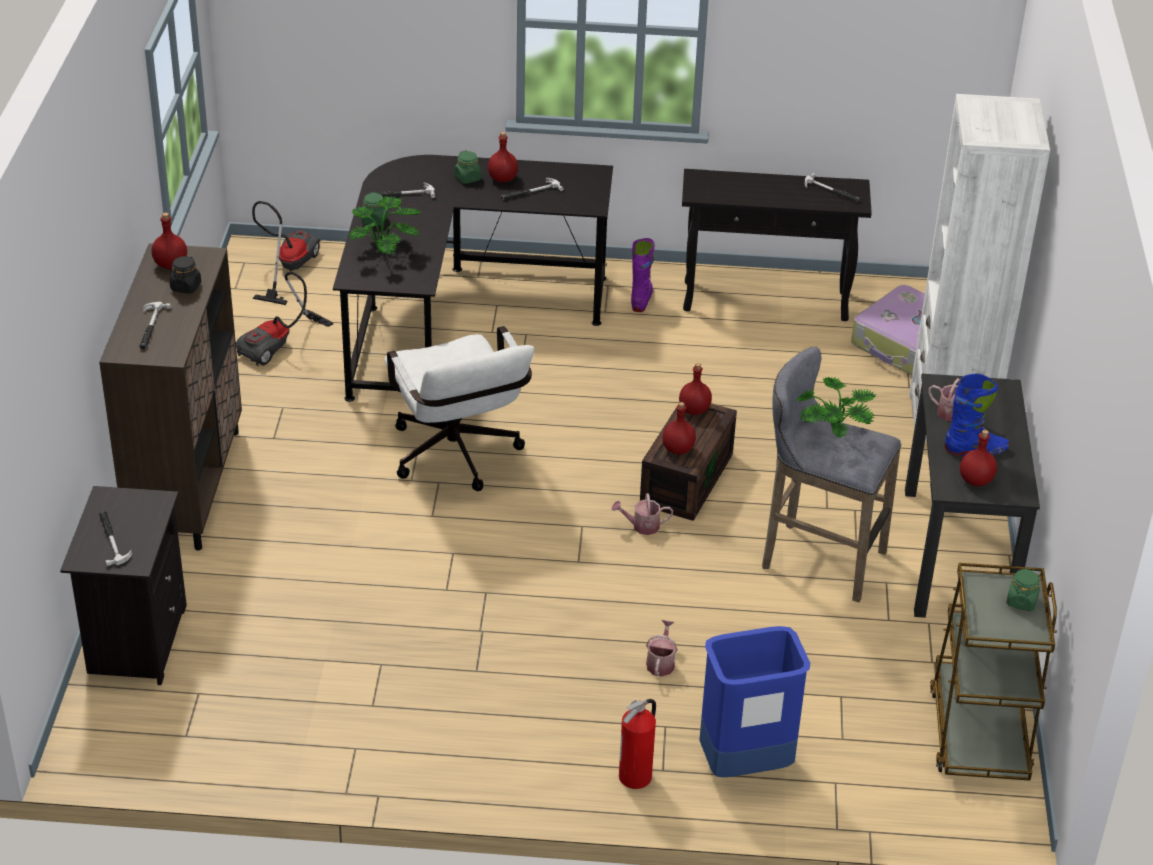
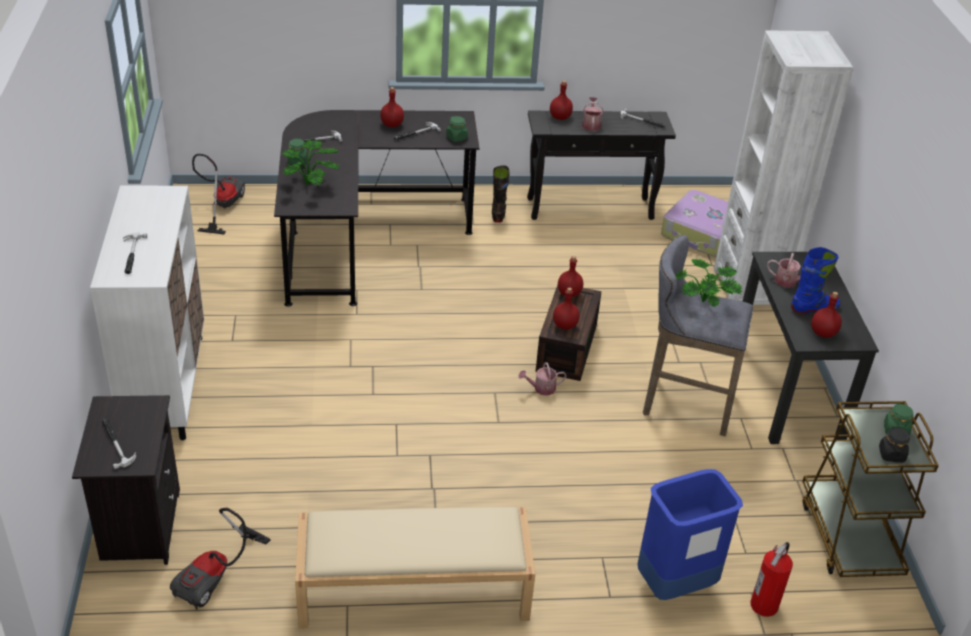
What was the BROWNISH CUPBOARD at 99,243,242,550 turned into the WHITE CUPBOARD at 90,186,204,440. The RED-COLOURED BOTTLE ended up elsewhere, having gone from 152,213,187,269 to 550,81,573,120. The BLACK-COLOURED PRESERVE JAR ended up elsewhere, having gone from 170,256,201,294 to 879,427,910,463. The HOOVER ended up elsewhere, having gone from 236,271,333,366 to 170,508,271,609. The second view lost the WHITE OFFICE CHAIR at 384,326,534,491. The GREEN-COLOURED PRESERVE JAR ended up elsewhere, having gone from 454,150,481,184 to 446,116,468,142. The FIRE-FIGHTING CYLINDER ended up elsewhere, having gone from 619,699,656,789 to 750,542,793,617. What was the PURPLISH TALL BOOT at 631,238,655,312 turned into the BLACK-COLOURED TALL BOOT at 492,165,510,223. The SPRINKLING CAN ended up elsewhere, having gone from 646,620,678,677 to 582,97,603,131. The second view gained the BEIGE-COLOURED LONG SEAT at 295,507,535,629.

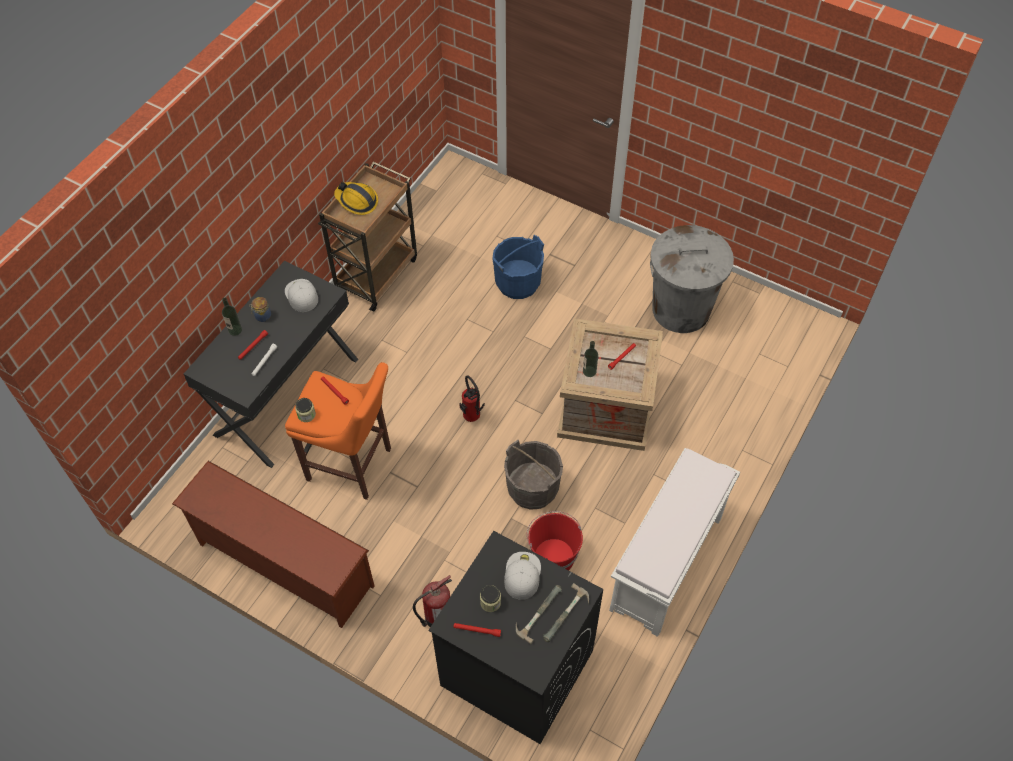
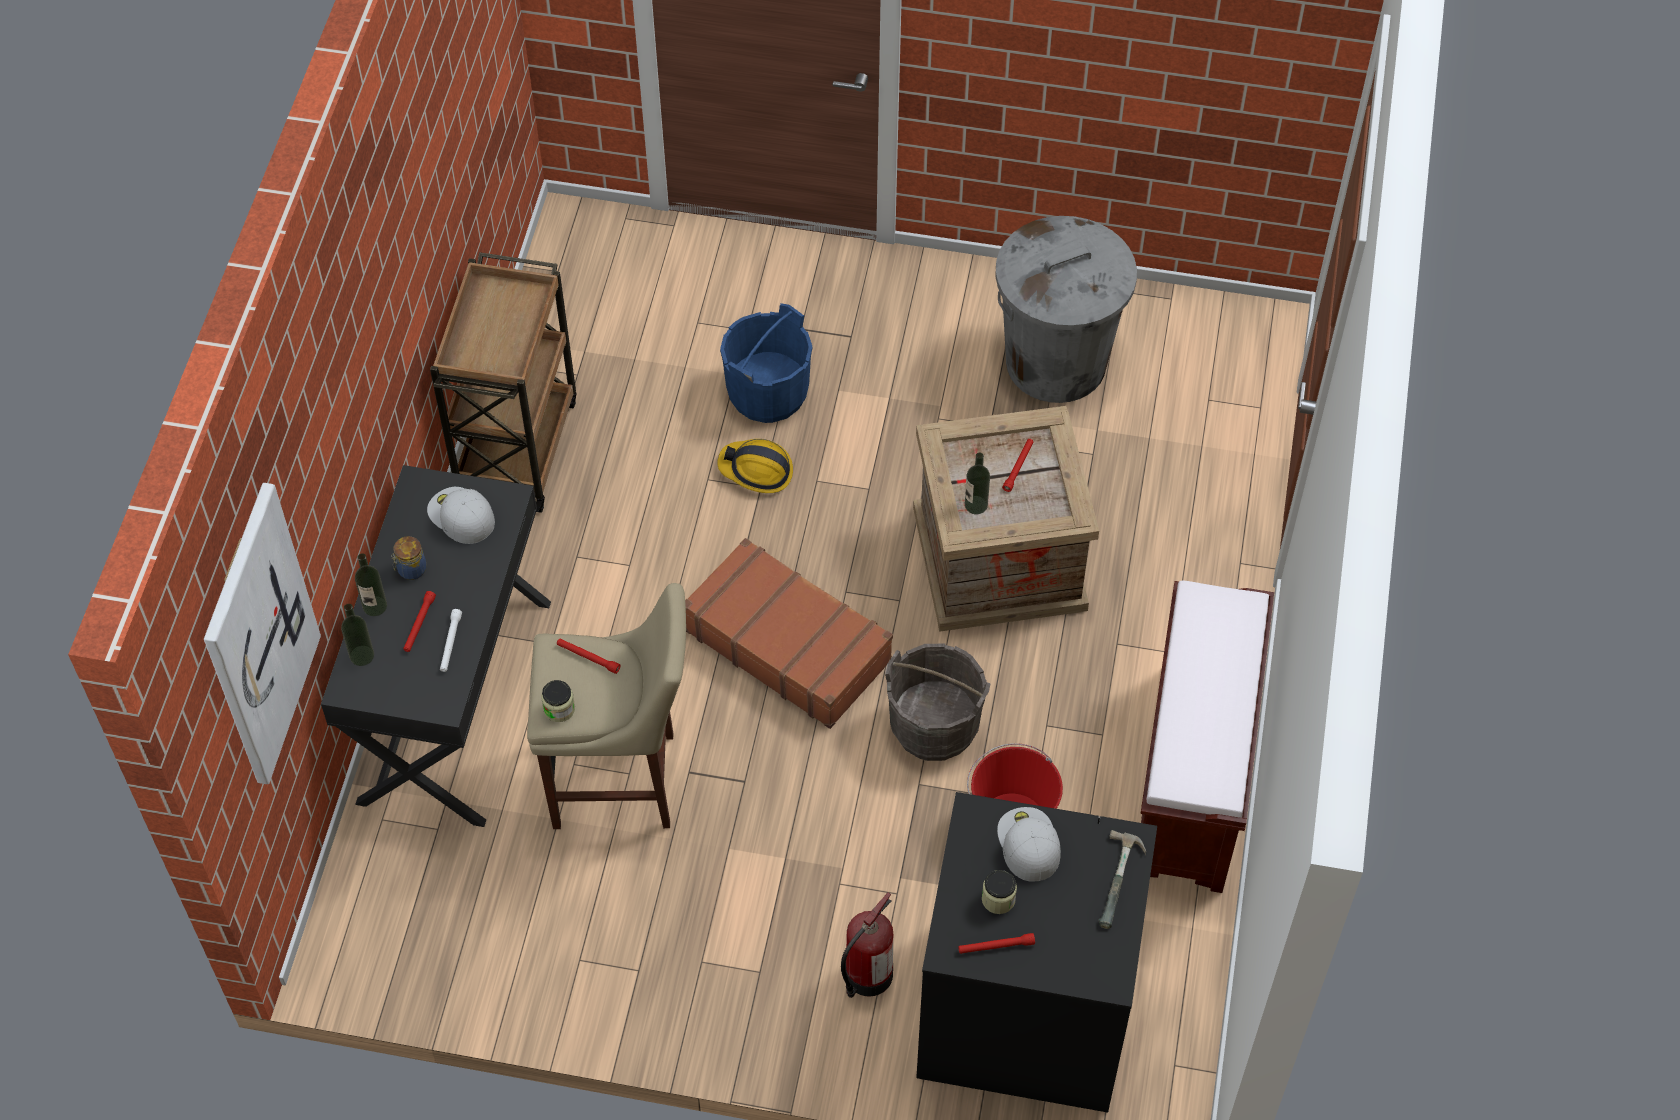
The second view lost the BROWNISH SHOE SHELF at 172,461,375,628. What was the ORANGE SITTING STOOL at 285,362,391,500 turned into the BEIGE-COLOURED SITTING STOOL at 527,583,686,829. The WORK HELMET ended up elsewhere, having gone from 334,182,378,215 to 717,439,793,493. Where the FIRE-FIGHTING CYLINDER stood at 459,375,485,422, the BROWNISH PIECE OF LUGGAGE came to stand at 685,538,893,729. The second view lost the HAMMER at 516,585,562,644. What was the WHITE LONG SEAT at 609,448,740,637 turned into the BROWNISH LONG SEAT at 1141,580,1274,893. The second view gained the WALL ART at 204,483,321,784. The second view gained the BOTTLE at 341,604,374,666.

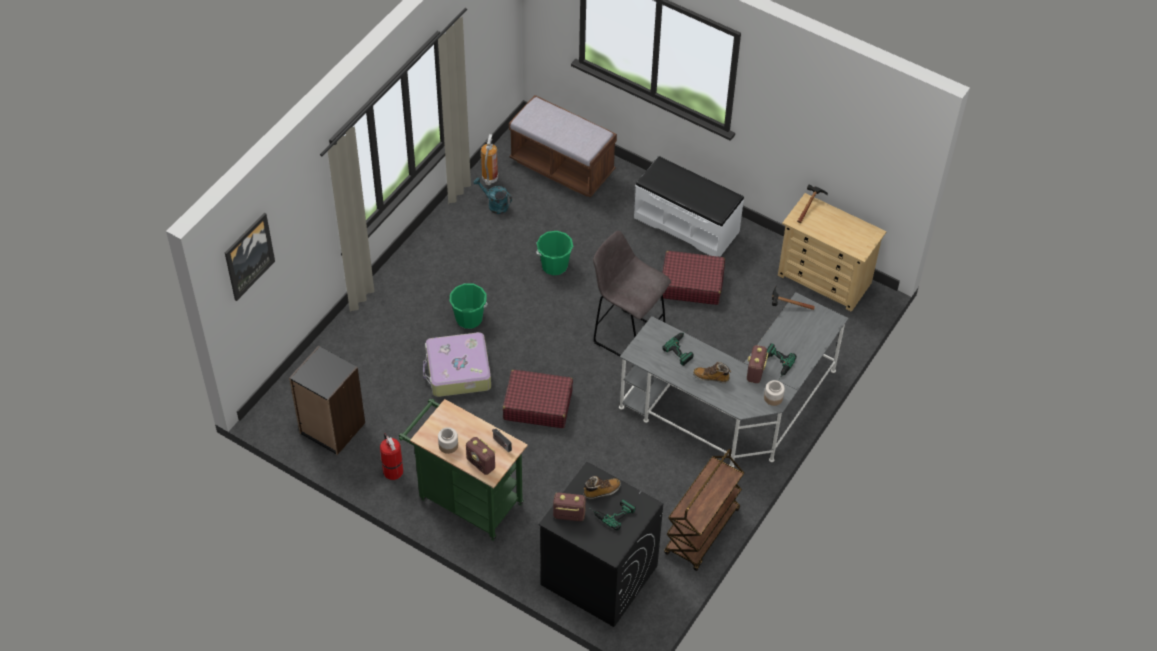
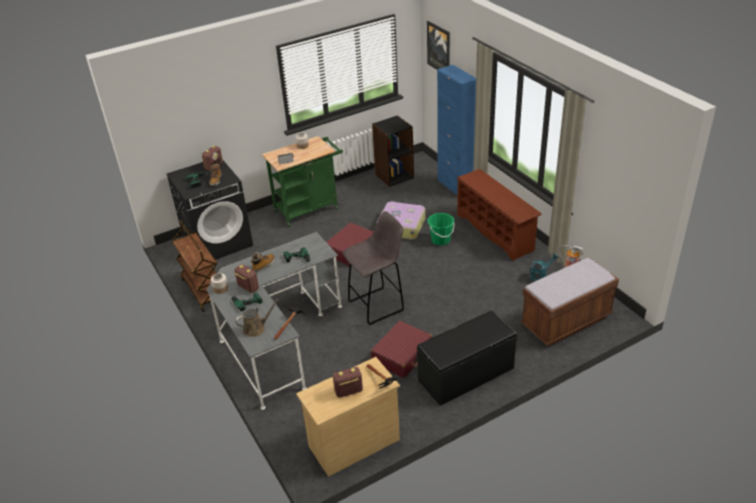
The second view lost the FIRE-FIGHTING CYLINDER at 380,433,403,480. The RADIO ended up elsewhere, having gone from 466,437,496,475 to 333,367,363,398. The second view lost the GREEN-COLOURED WATER BUCKET at 536,231,573,276. What was the WHITE LONG SEAT at 634,156,744,257 turned into the BLACK-COLOURED LONG SEAT at 417,311,517,406. The second view gained the BROWNISH SPRINKLING CAN at 235,299,279,337. The second view gained the BLUE-COLOURED CUPBOARD at 437,65,476,196. The second view gained the BROWNISH SHOE SHELF at 457,169,542,261.

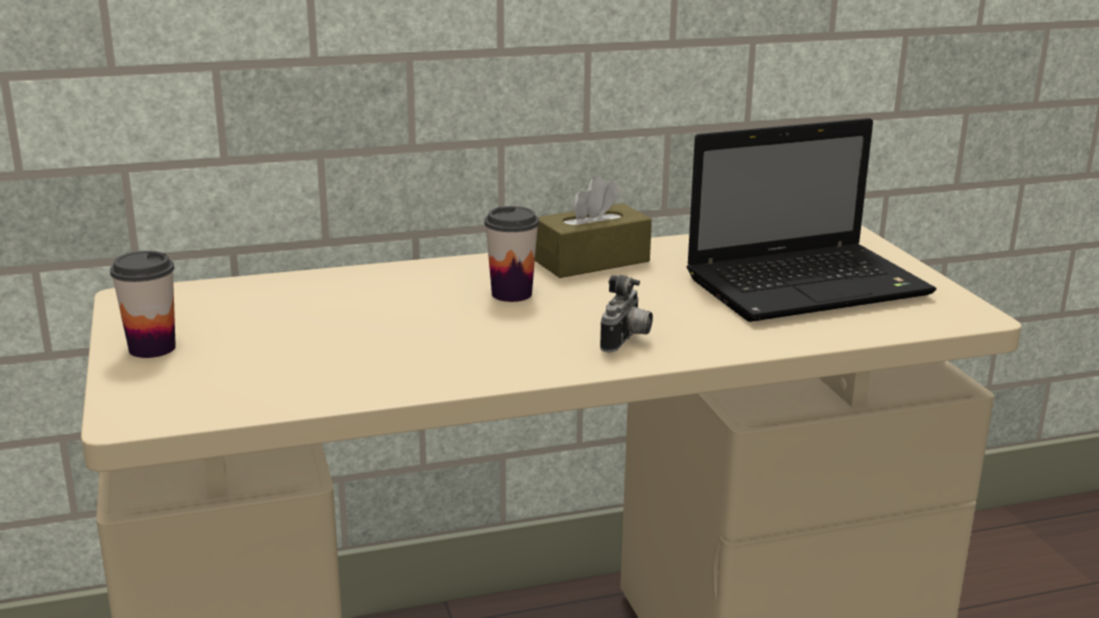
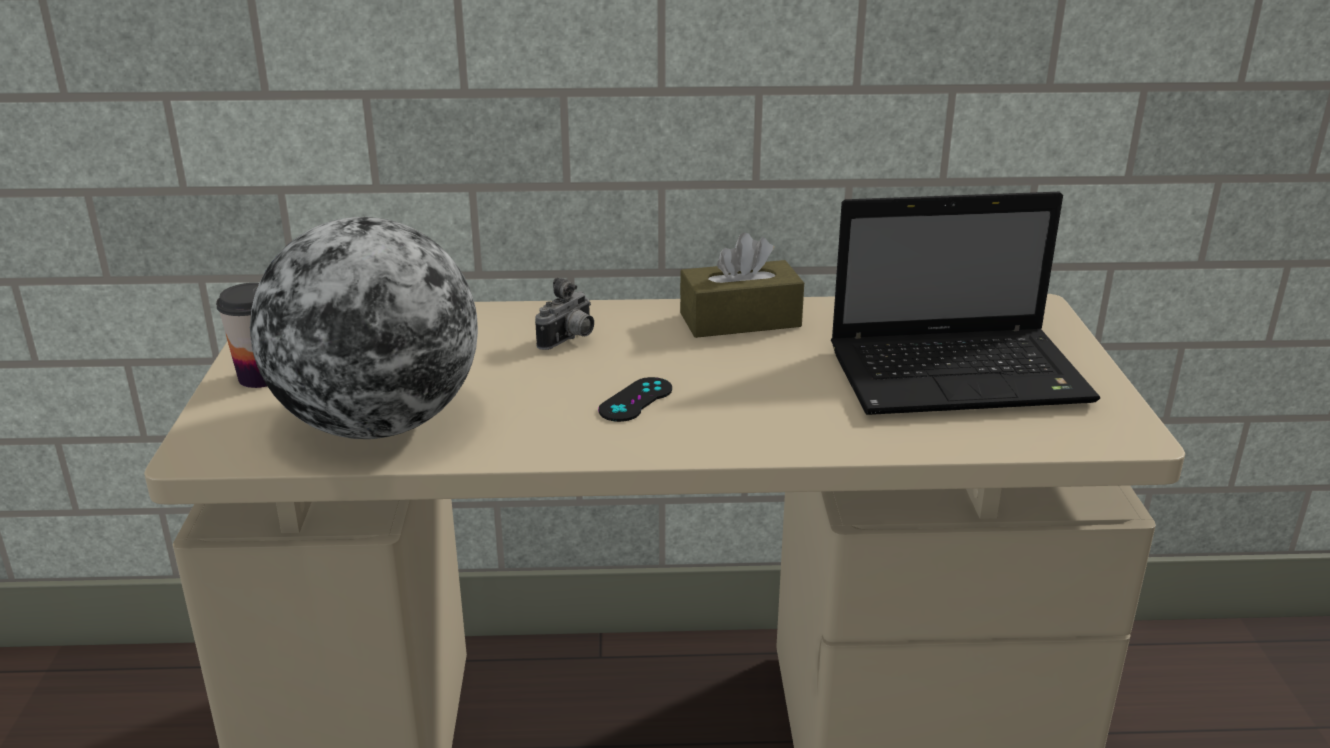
The second view lost the DRINKING CUP at 484,206,539,302. The PHOTO CAMERA ended up elsewhere, having gone from 600,275,653,352 to 535,278,594,350. The second view gained the GLOBE at 250,217,478,439. The second view gained the BLACK-COLOURED JOYPAD at 598,377,672,422.

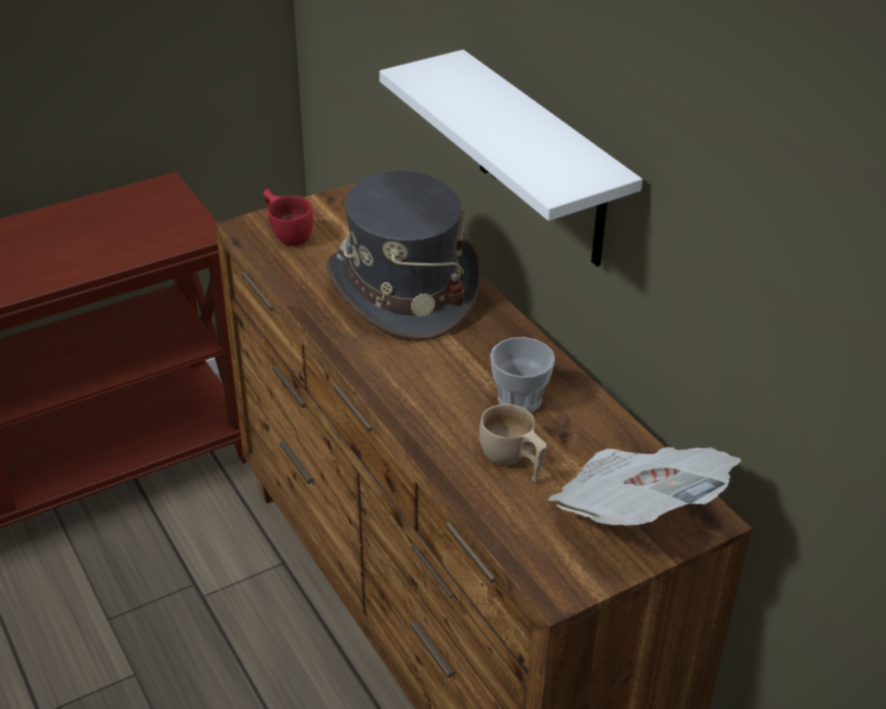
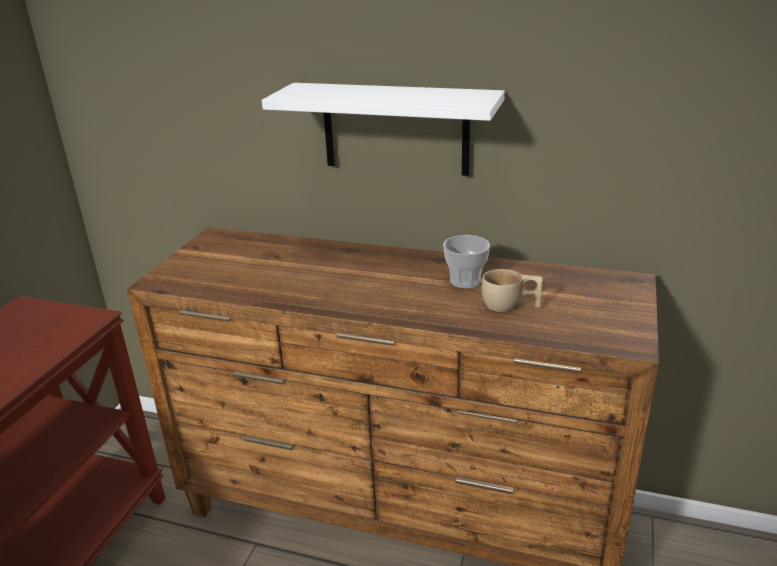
The second view lost the RED-COLOURED DRINKING CUP at 264,189,313,246. The second view lost the GRAY CLOTHING HAT at 326,171,481,341. The second view lost the PRINTED PAPER at 547,447,741,525.

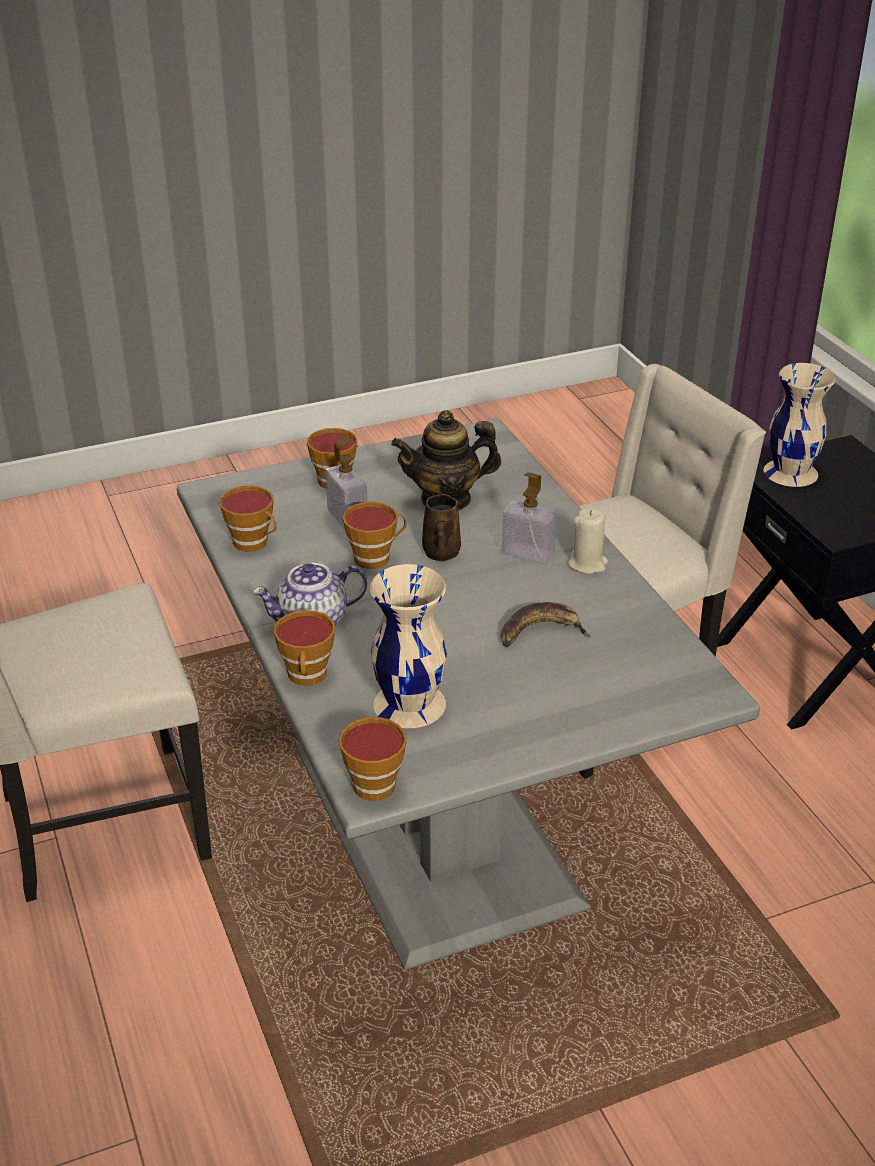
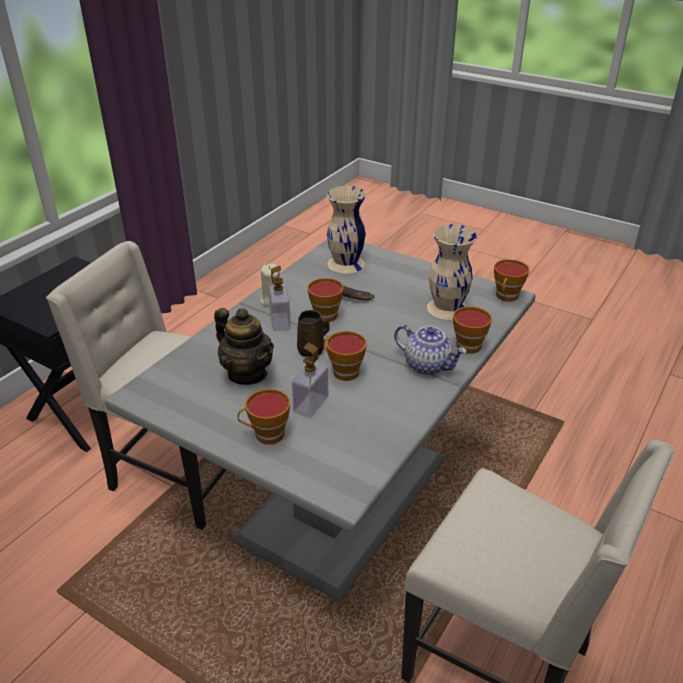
The DRINKING CUP ended up elsewhere, having gone from 219,486,277,552 to 307,278,344,322. The BEIGE-COLOURED FLOWER VASE ended up elsewhere, having gone from 764,363,836,487 to 327,186,366,273.

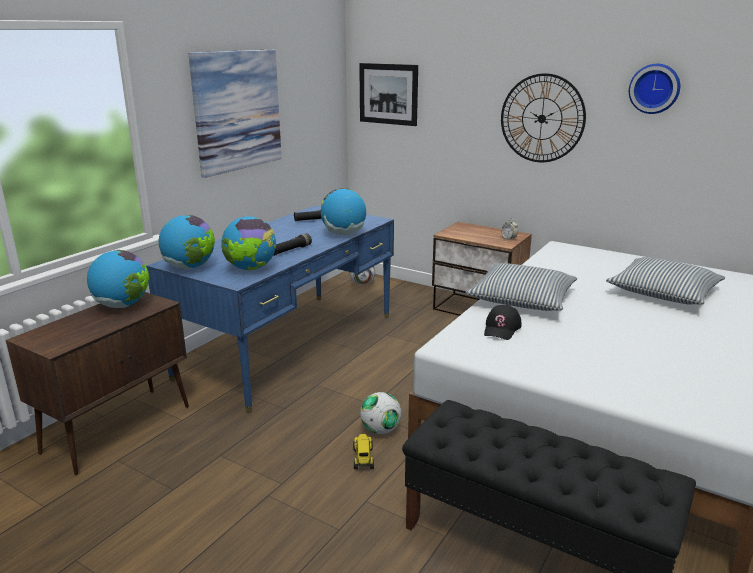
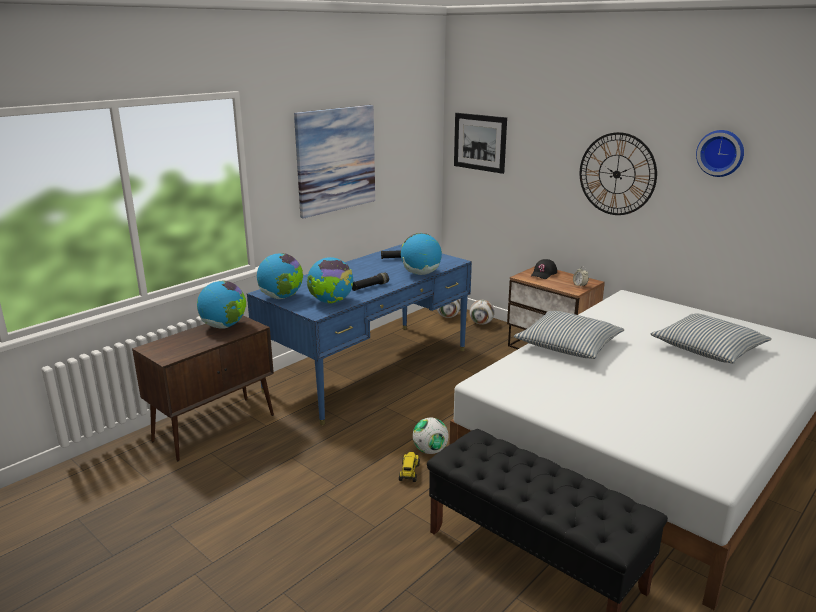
The BLACK-COLOURED CAP ended up elsewhere, having gone from 484,305,522,340 to 531,259,557,279. The second view gained the BALL FOR FOOTBALL at 469,300,495,325.

